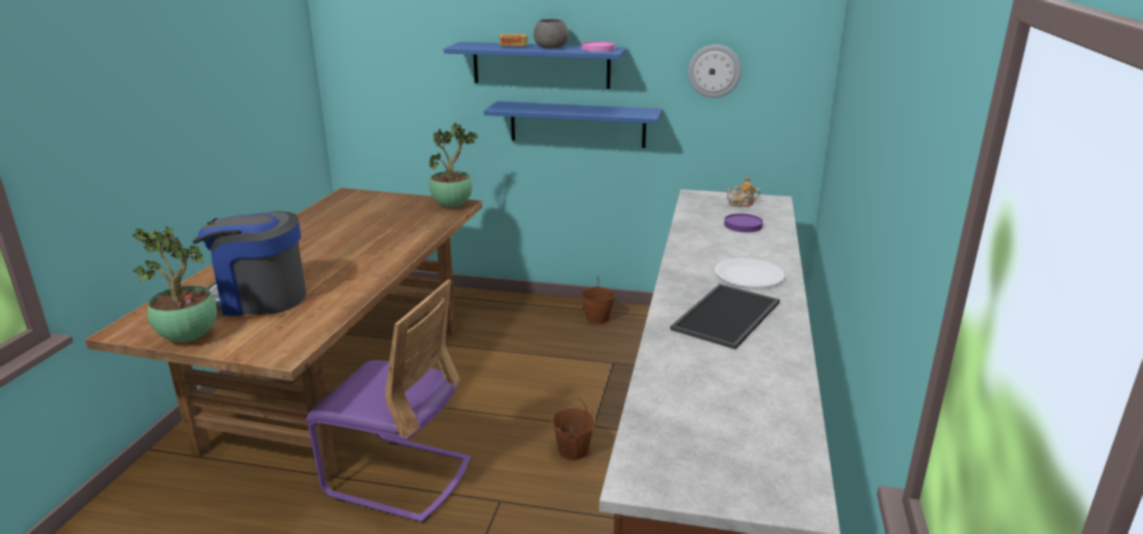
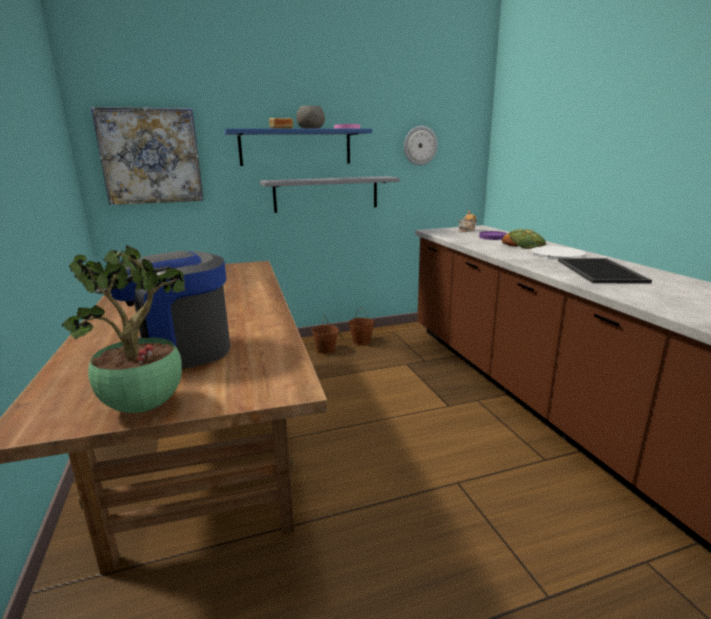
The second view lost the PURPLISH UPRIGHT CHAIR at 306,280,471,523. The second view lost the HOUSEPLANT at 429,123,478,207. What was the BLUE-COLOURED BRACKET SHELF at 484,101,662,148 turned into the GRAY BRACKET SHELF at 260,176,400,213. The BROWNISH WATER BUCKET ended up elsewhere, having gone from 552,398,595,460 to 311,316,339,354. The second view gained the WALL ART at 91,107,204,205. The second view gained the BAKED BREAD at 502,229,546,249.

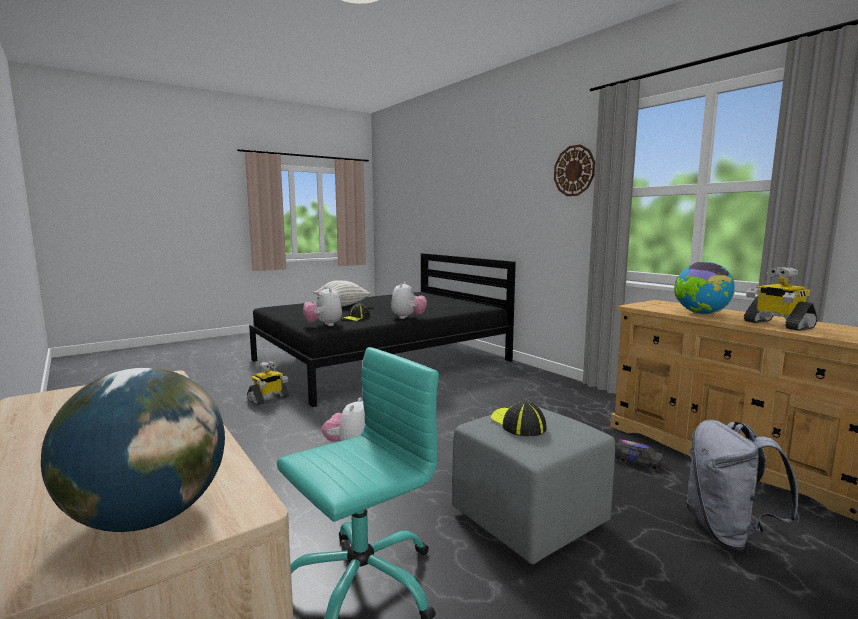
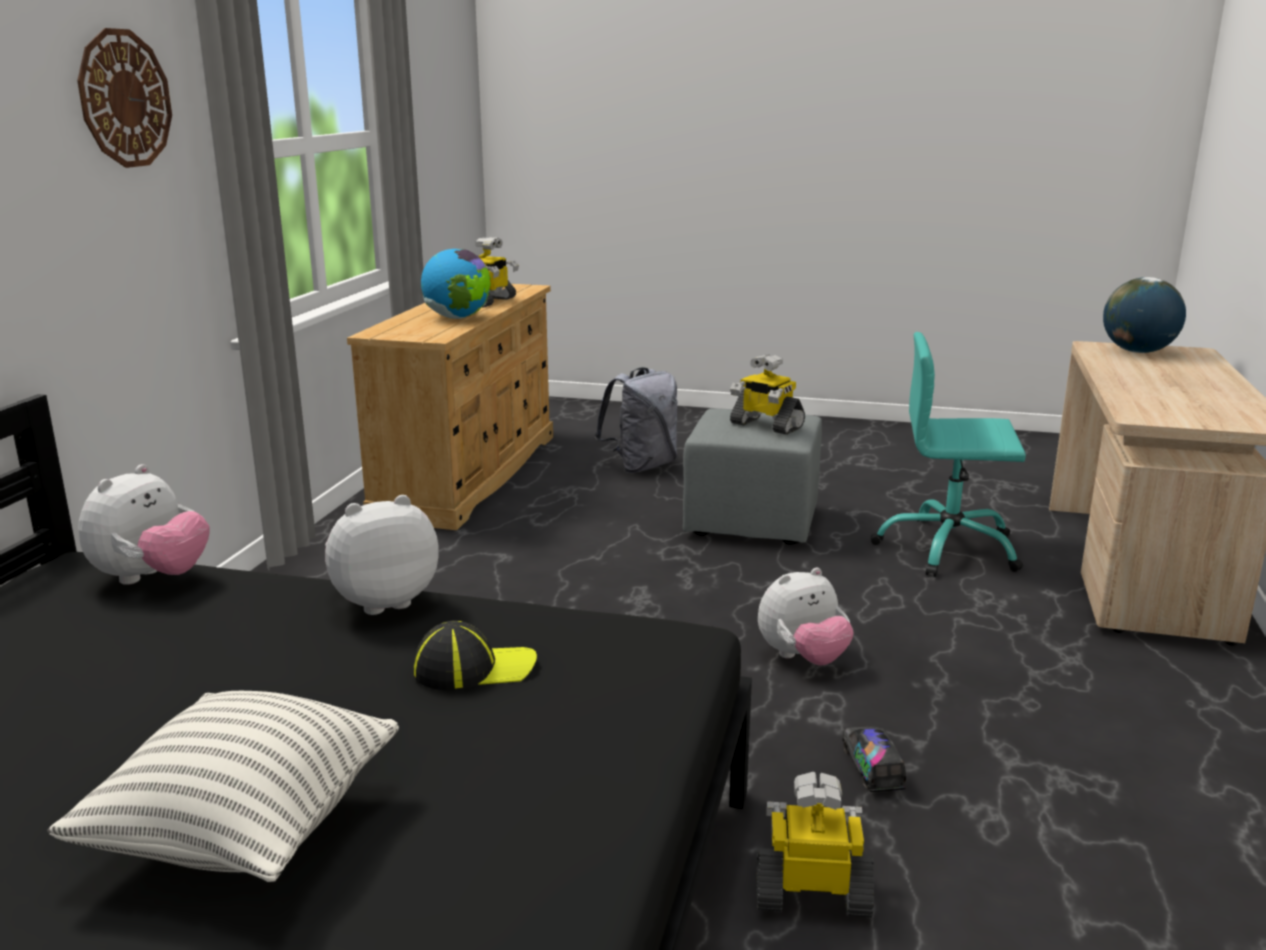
The SOFT TOY ended up elsewhere, having gone from 303,287,342,326 to 78,464,210,585. Where the CAP stood at 491,401,546,436, the TOY ROBOT came to stand at 730,354,805,435. The MODEL TRUCK ended up elsewhere, having gone from 615,439,663,471 to 842,727,906,792.

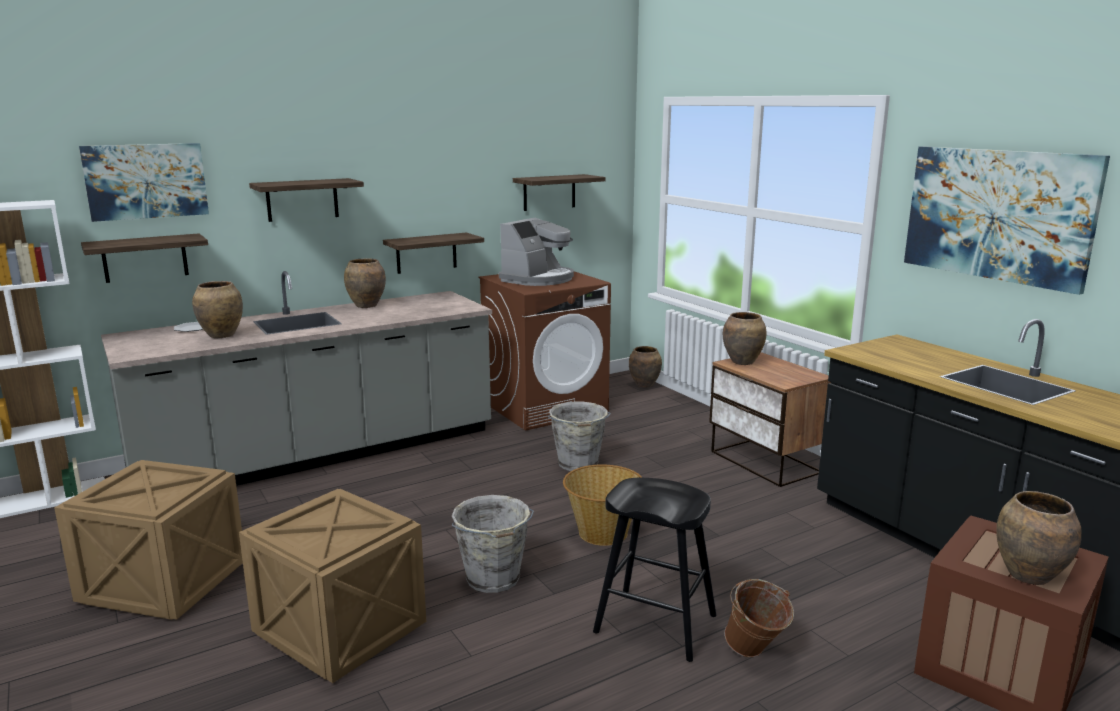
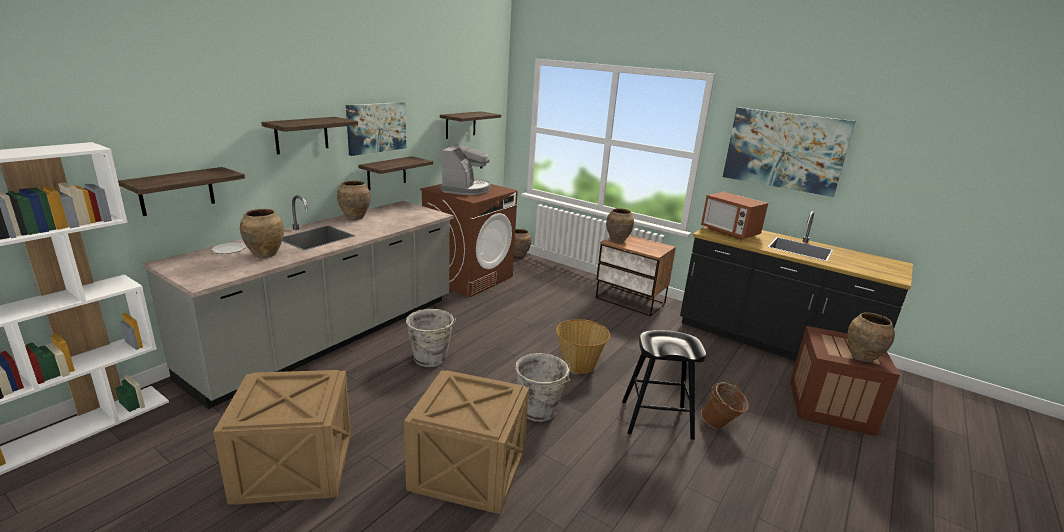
The WALL ART ended up elsewhere, having gone from 79,143,209,222 to 346,102,406,156. The GRAY WATER BUCKET ended up elsewhere, having gone from 547,402,611,471 to 406,309,456,367. The second view gained the MICROWAVE OVEN at 701,192,768,239.

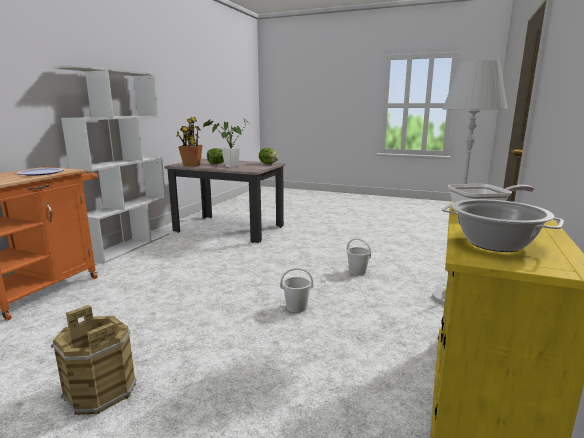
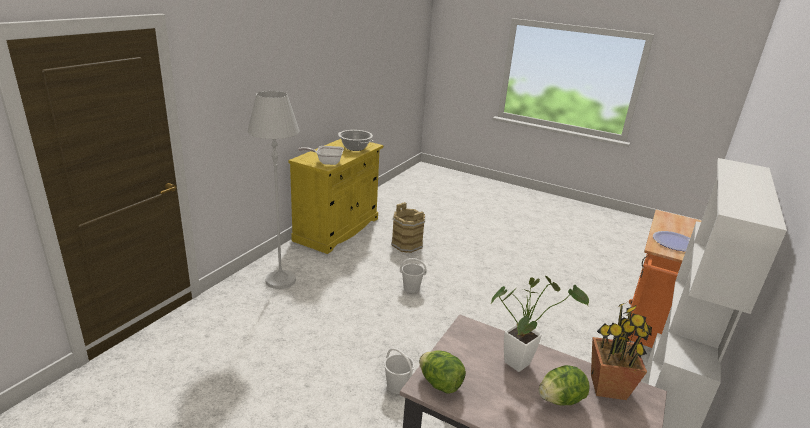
The BROWNISH WATER BUCKET ended up elsewhere, having gone from 51,305,137,415 to 391,202,426,253. The WHITE WATER BUCKET ended up elsewhere, having gone from 346,238,371,275 to 384,348,414,394.

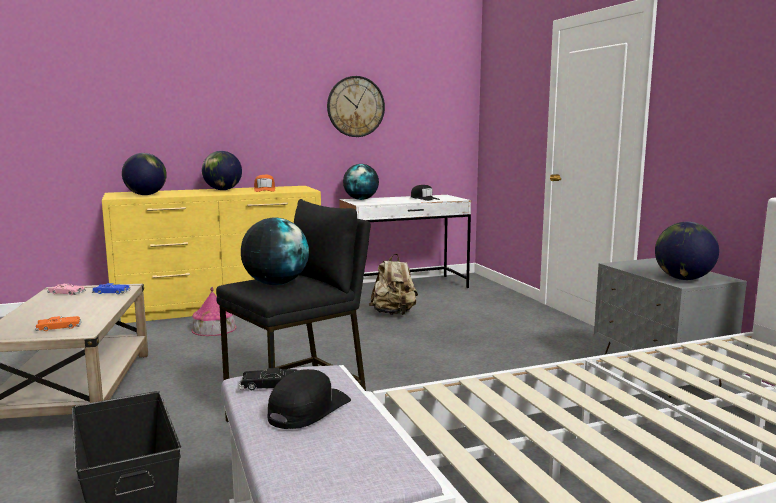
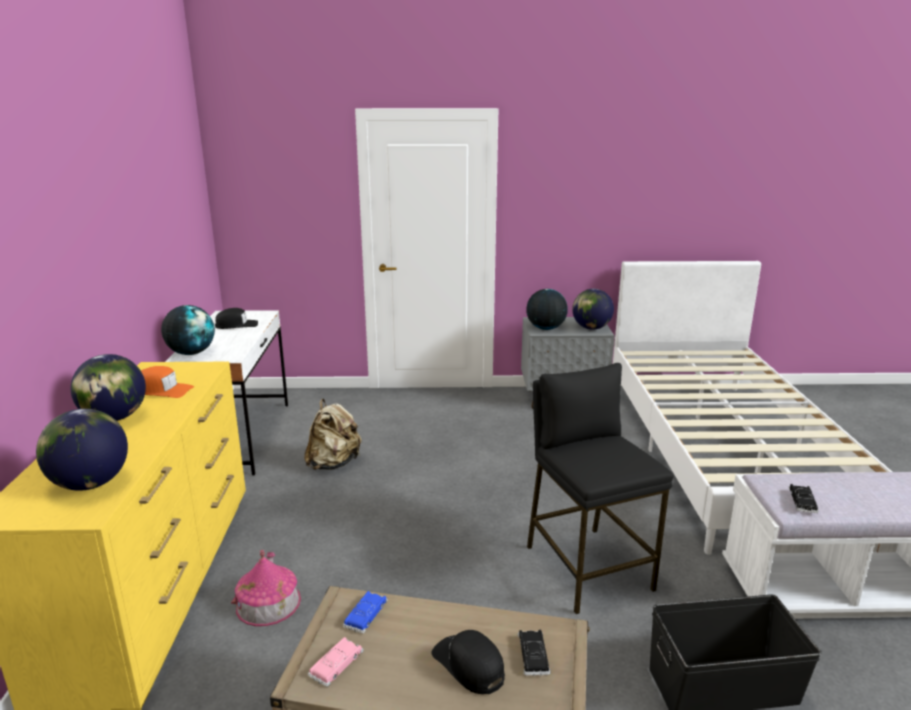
What was the ORANGE MODEL CAR at 35,316,81,331 turned into the BLACK-COLOURED MODEL CAR at 518,630,550,676. The GLOBE ended up elsewhere, having gone from 241,218,309,285 to 526,289,568,330. The BLACK-COLOURED CAP ended up elsewhere, having gone from 268,369,351,429 to 431,630,505,694. The second view lost the WALL CLOCK at 327,76,385,137.

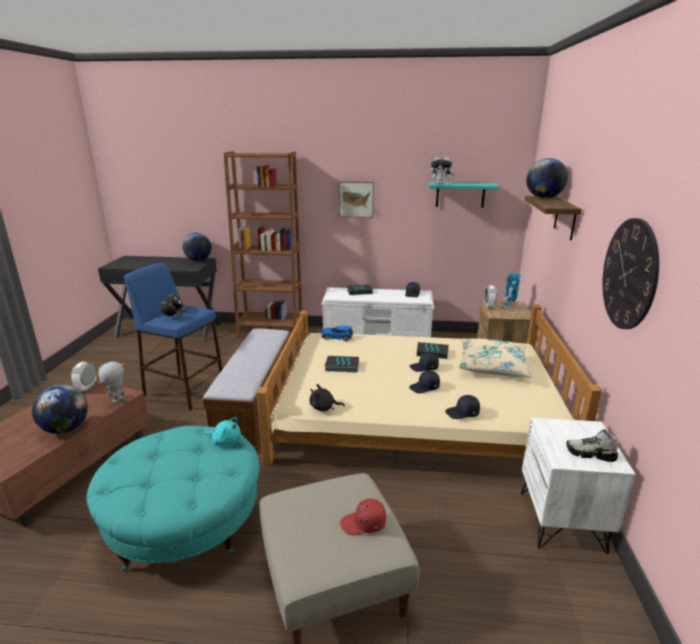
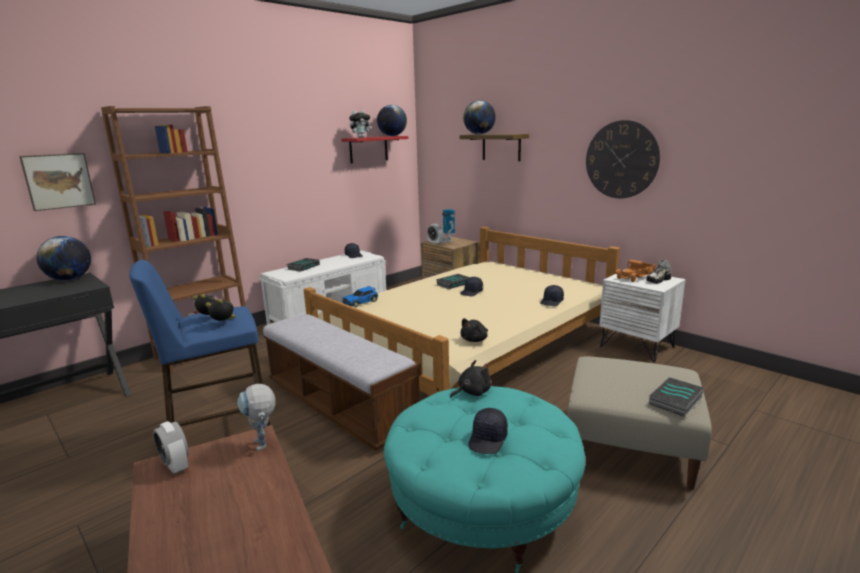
The GLOBE ended up elsewhere, having gone from 32,385,88,434 to 377,105,407,136. What was the BLUE-GREEN SOFT TOY at 205,417,241,446 turned into the BLACK-COLOURED SOFT TOY at 450,360,491,398. The VOLUME ended up elsewhere, having gone from 324,356,359,373 to 649,377,704,417. The WALL ART ended up elsewhere, having gone from 339,181,374,218 to 19,153,96,211. The second view lost the RED-COLOURED CAP at 340,498,386,535. The BLACK-COLOURED CAP ended up elsewhere, having gone from 409,371,440,393 to 468,408,508,454. What was the BLUE-GREEN BRACKET SHELF at 428,182,500,208 turned into the RED-COLOURED BRACKET SHELF at 341,136,408,163. The second view lost the BEIGE-COLOURED THROW PILLOW at 459,338,532,378. The second view gained the MODEL TRUCK at 615,260,655,282.

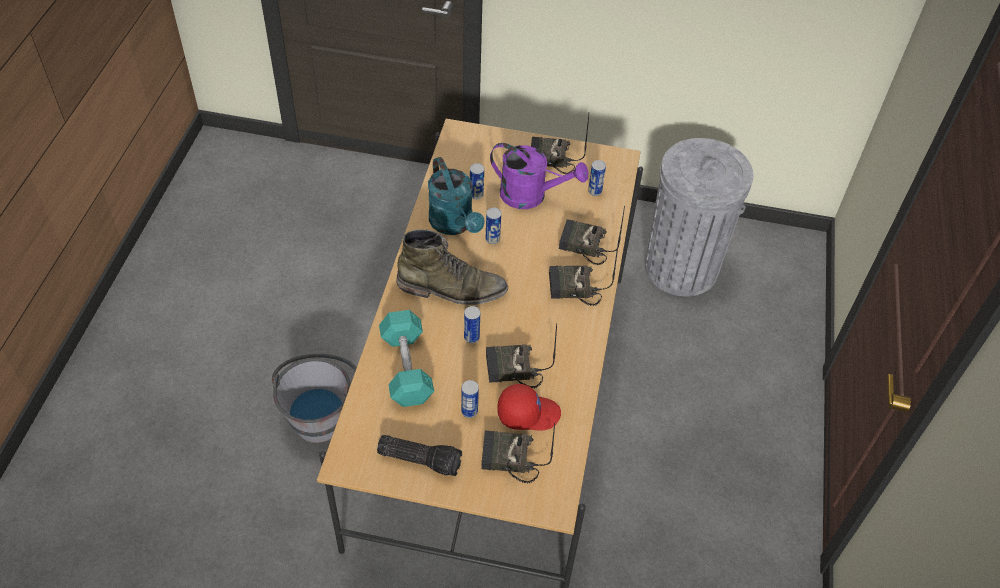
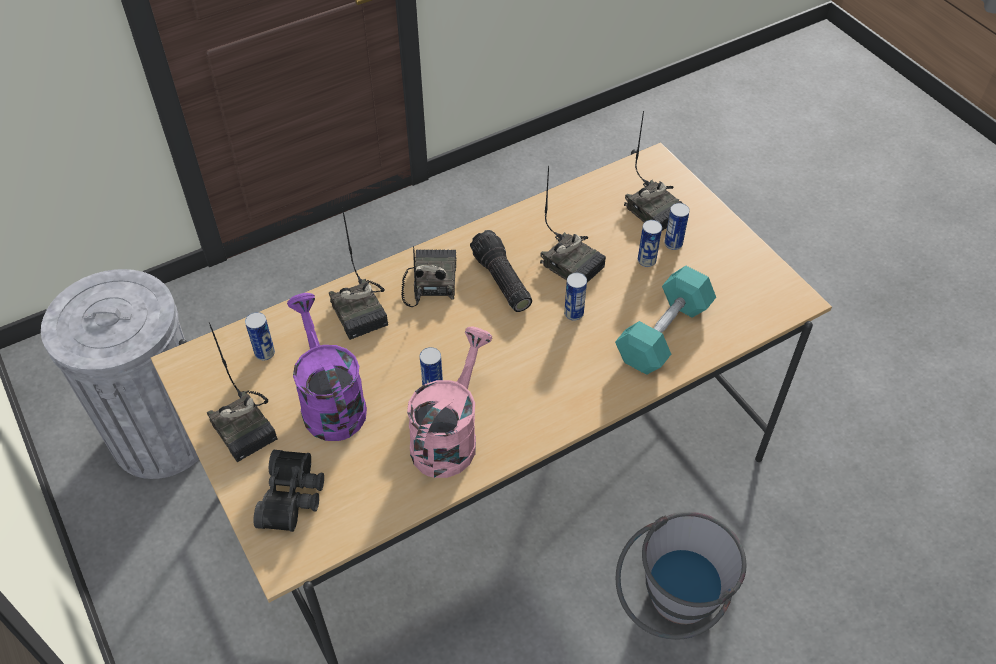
The FLASHLIGHT ended up elsewhere, having gone from 377,435,462,476 to 470,230,532,312. The second view lost the GREEN-COLOURED TALL BOOT at 396,229,508,305. What was the BLUE-GREEN SPRINKLING CAN at 428,157,485,235 turned into the PINK SPRINKLING CAN at 407,326,493,478. The METAL CAN ended up elsewhere, having gone from 470,163,484,199 to 664,203,690,250. The second view lost the RED-COLOURED CAP at 497,384,561,431. The RADIO at 549,242,619,306 ended up facing another way, 135 degrees counterclockwise from before. The second view gained the BLACK-COLOURED FIELD GLASSES at 253,450,324,532.

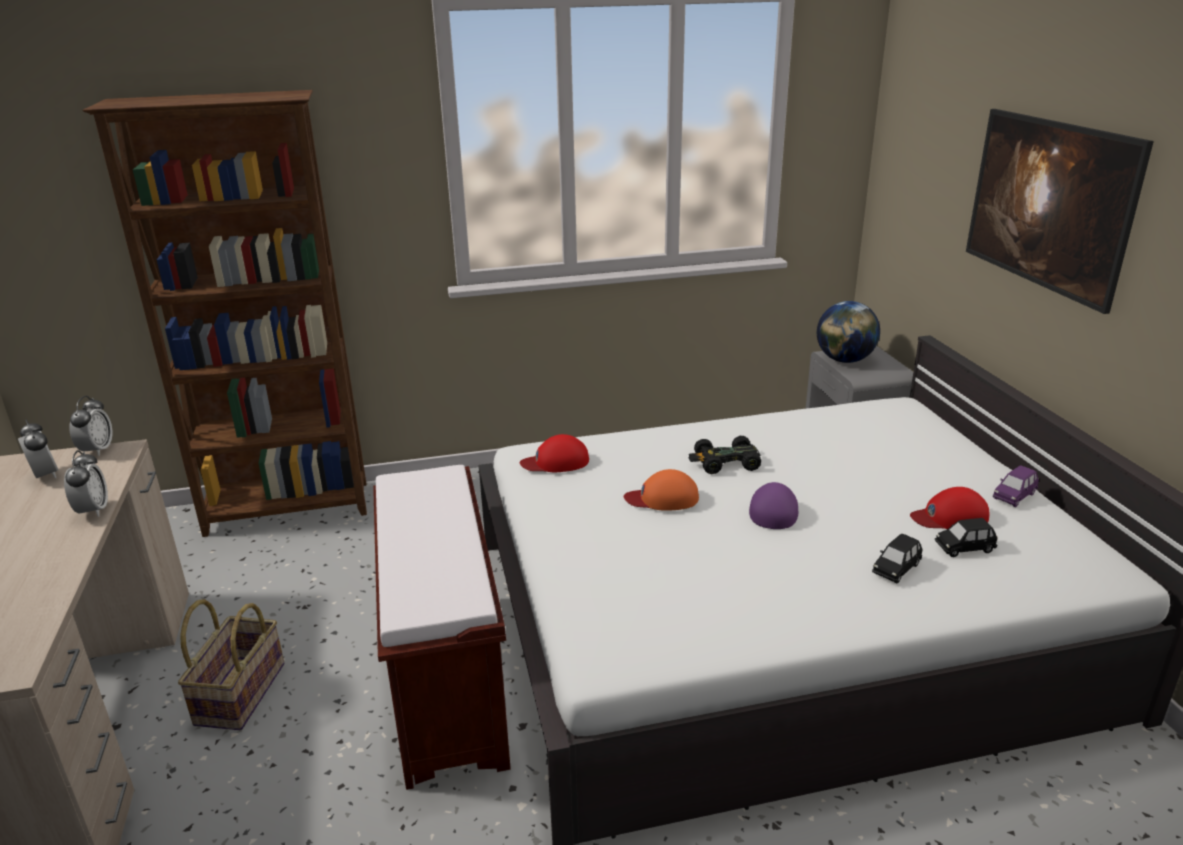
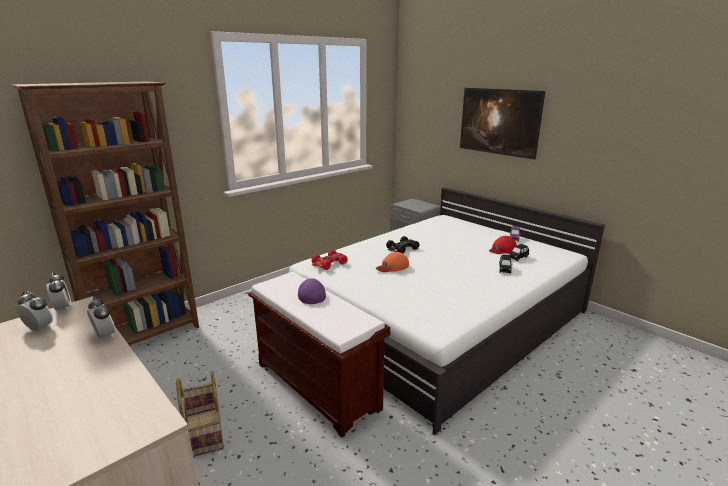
Where the RED-COLOURED CAP stood at 520,434,589,472, the RED-COLOURED MODEL CAR came to stand at 311,249,348,270. The PURPLISH CAP ended up elsewhere, having gone from 749,482,798,529 to 298,278,326,304. The second view lost the GLOBE at 817,301,880,363.

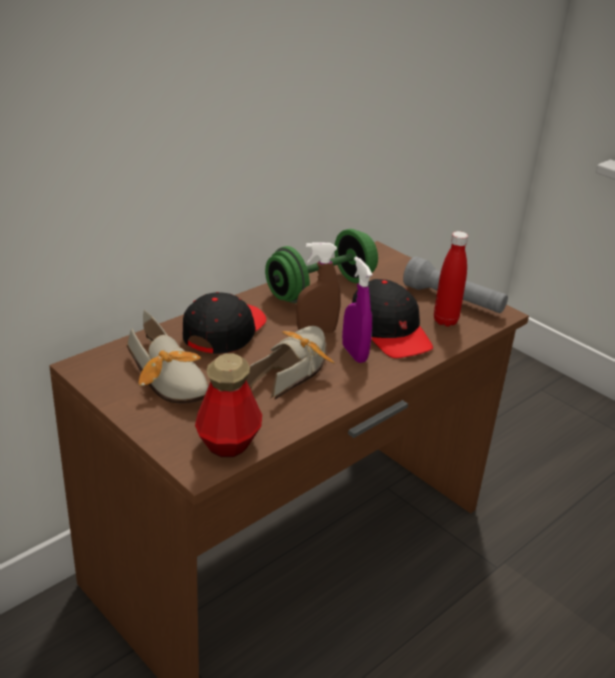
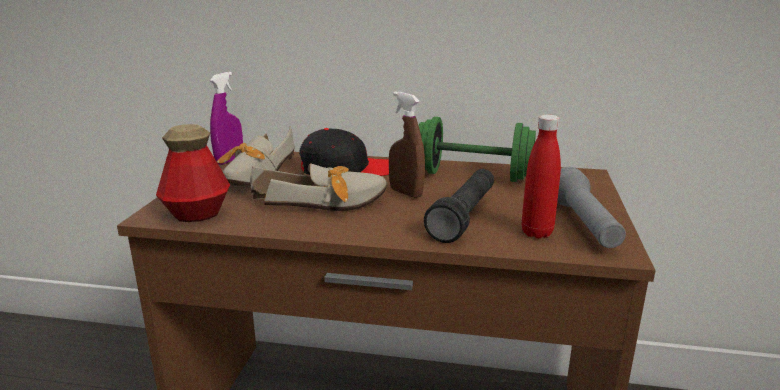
The PURPLISH SPRAY BOTTLE ended up elsewhere, having gone from 342,257,373,363 to 210,72,243,165. Where the BLACK-COLOURED CAP stood at 352,279,433,358, the BLACK-COLOURED FLASHLIGHT came to stand at 424,169,494,243.

